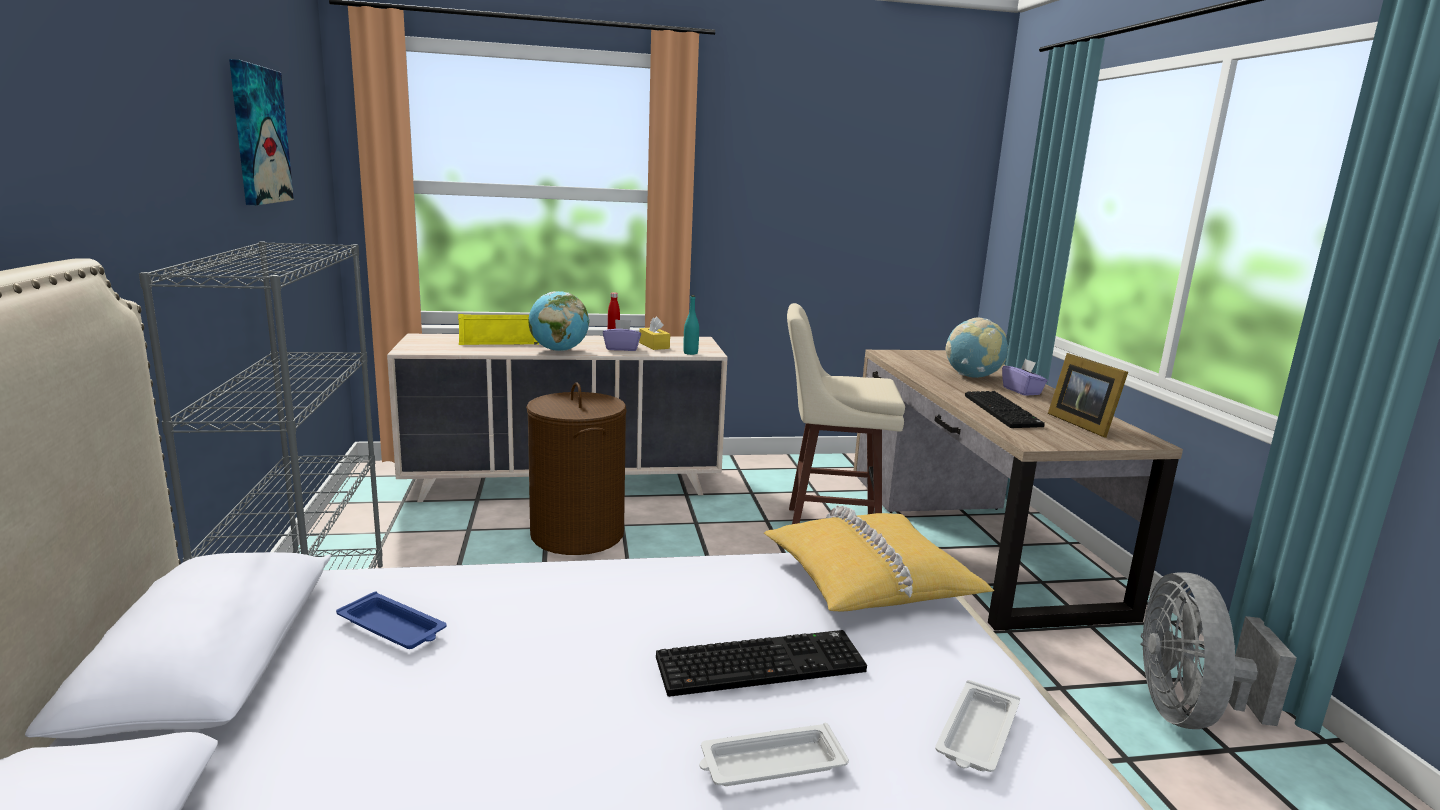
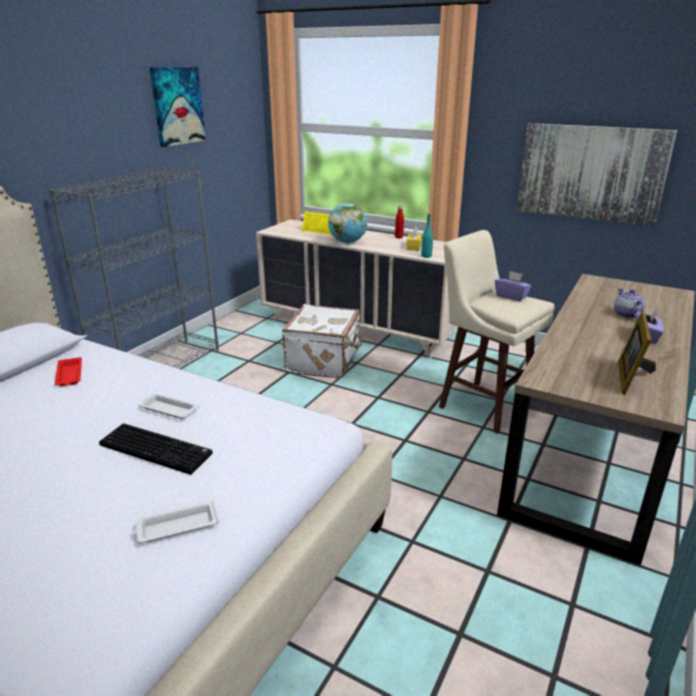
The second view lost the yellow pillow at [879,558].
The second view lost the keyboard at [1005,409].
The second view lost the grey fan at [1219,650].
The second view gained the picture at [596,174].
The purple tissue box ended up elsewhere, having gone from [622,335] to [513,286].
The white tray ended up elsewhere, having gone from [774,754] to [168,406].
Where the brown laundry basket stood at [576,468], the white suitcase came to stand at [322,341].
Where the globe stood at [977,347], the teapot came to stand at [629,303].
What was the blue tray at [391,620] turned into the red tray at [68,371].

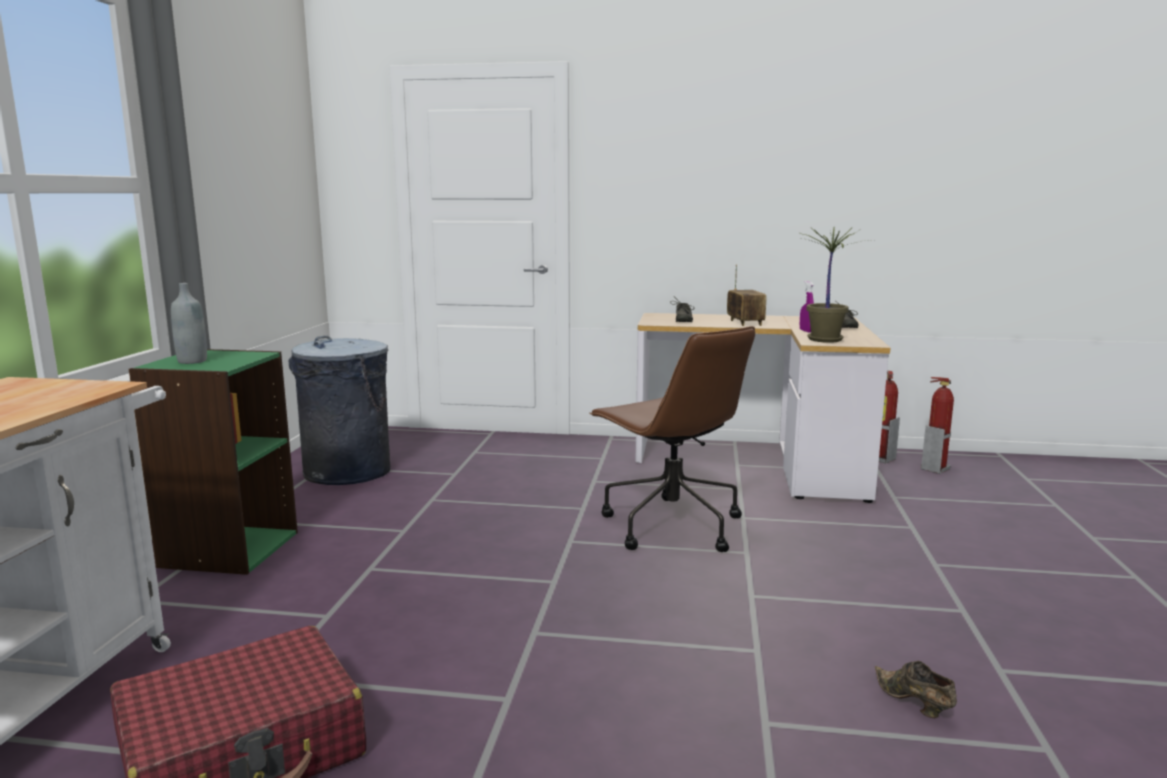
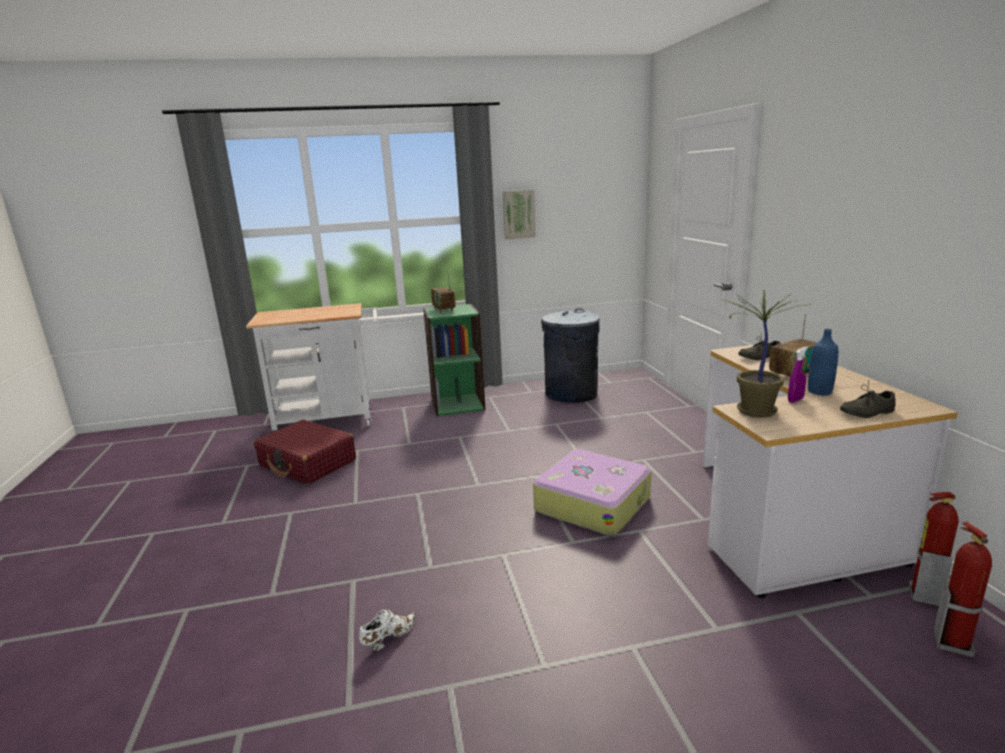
The second view gained the picture at [519,215].
The second view gained the blue bottle at [823,362].
Where the grey bottle stood at [189,323], the radio came to stand at [443,293].
Where the brown office chair stood at [672,439], the suitcase came to stand at [592,492].
What was the brown shoe at [916,689] turned into the white shoe at [387,630].

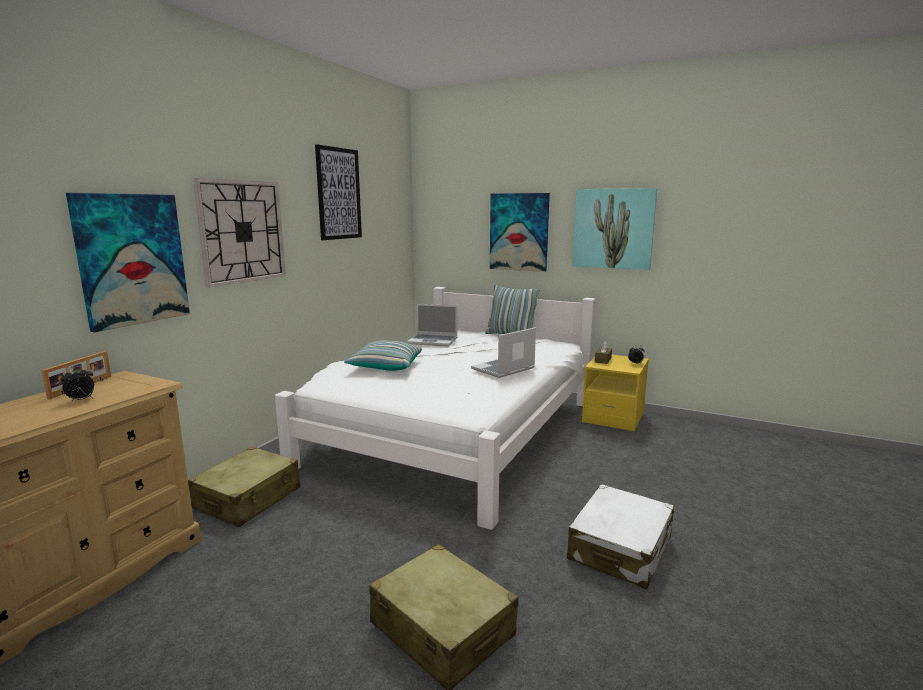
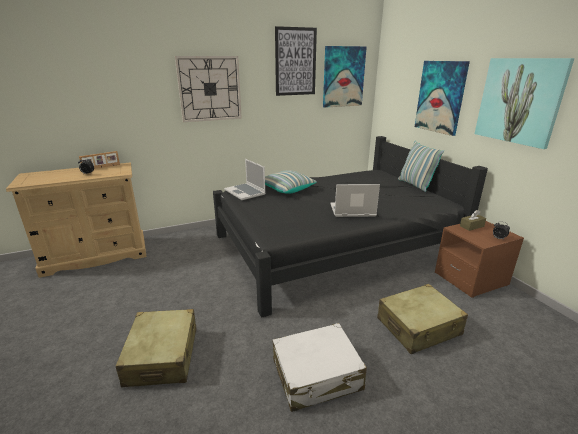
The picture ended up elsewhere, having gone from [128,262] to [345,77].
The beige suitcase ended up elsewhere, having gone from [244,487] to [422,319].
The laptop ended up elsewhere, having gone from [432,325] to [245,179].
What was the white bed at [435,408] turned into the black bed at [350,226].
What was the yellow nightstand at [615,393] turned into the brown nightstand at [479,259].

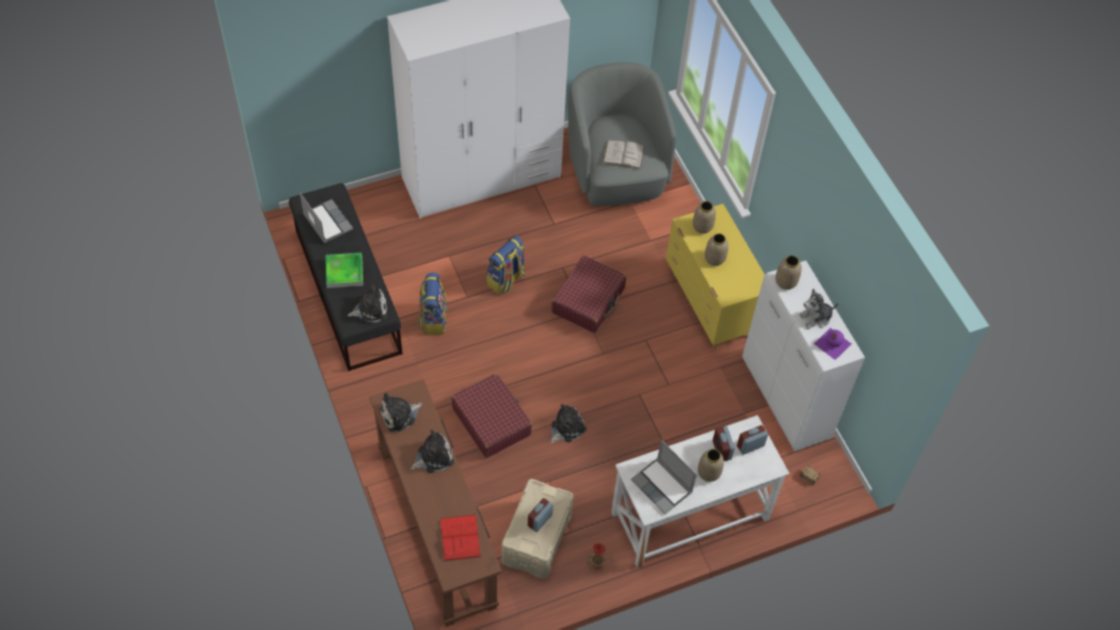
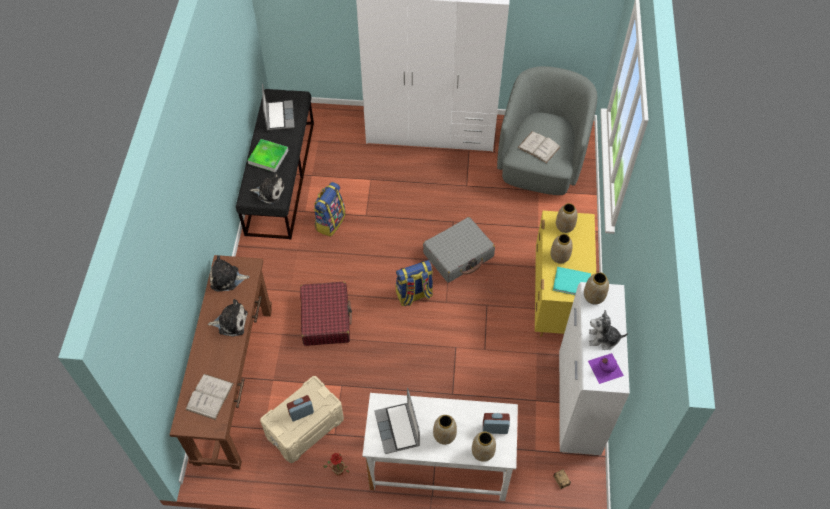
The second view lost the plush toy at [568,423].
The second view lost the alarm clock at [724,443].
The second view gained the vase at [484,446].
The second view gained the turquoise book at [572,281].
The backpack ended up elsewhere, having gone from [506,265] to [414,283].
What was the red book at [460,538] turned into the white book at [209,397].
What was the red suitcase at [589,294] turned into the grey suitcase at [459,250].

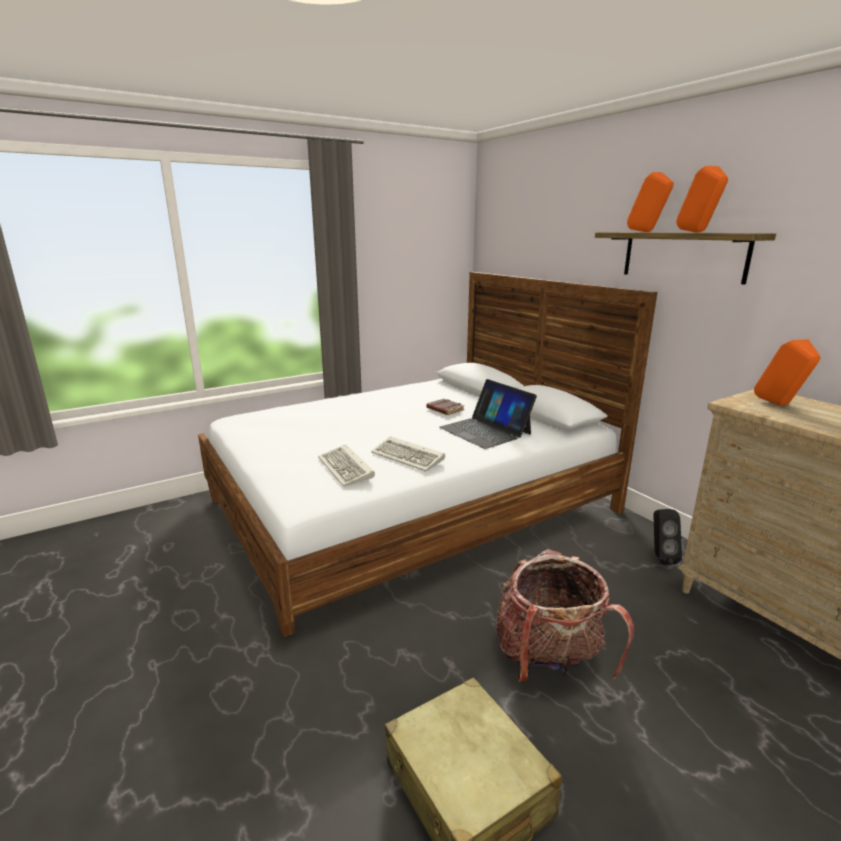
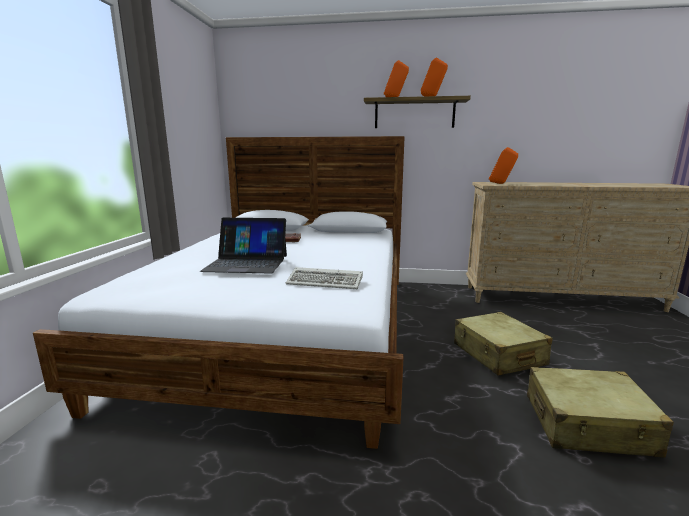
The second view lost the keyboard at [408,454].
The second view lost the black speaker at [668,537].
The laptop ended up elsewhere, having gone from [488,414] to [243,245].
Where the backpack stood at [565,615], the beige suitcase came to stand at [503,343].

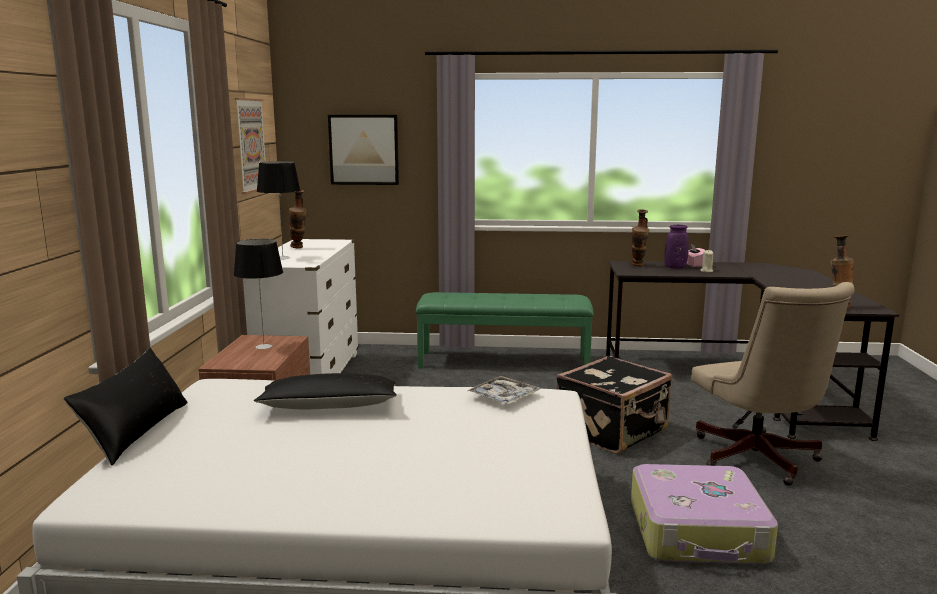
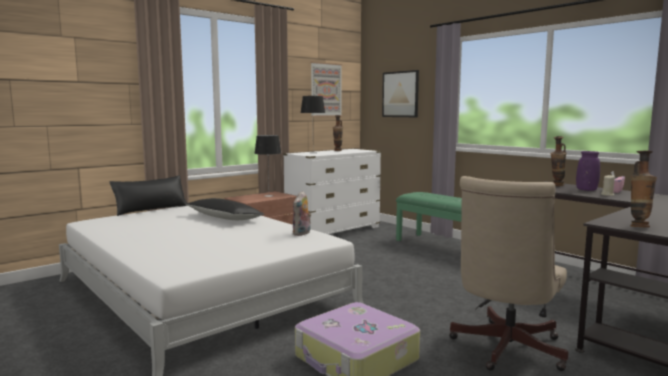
The second view lost the black suitcase at [614,404].
Where the tray stood at [504,390], the plush toy came to stand at [302,213].

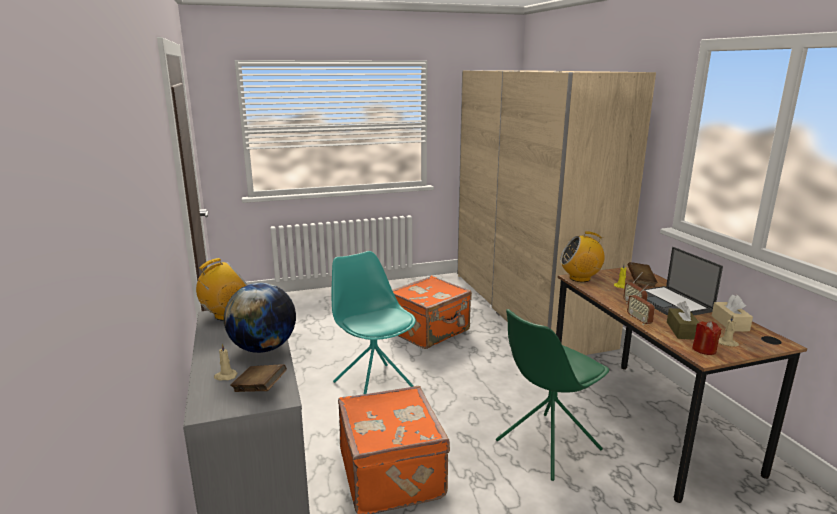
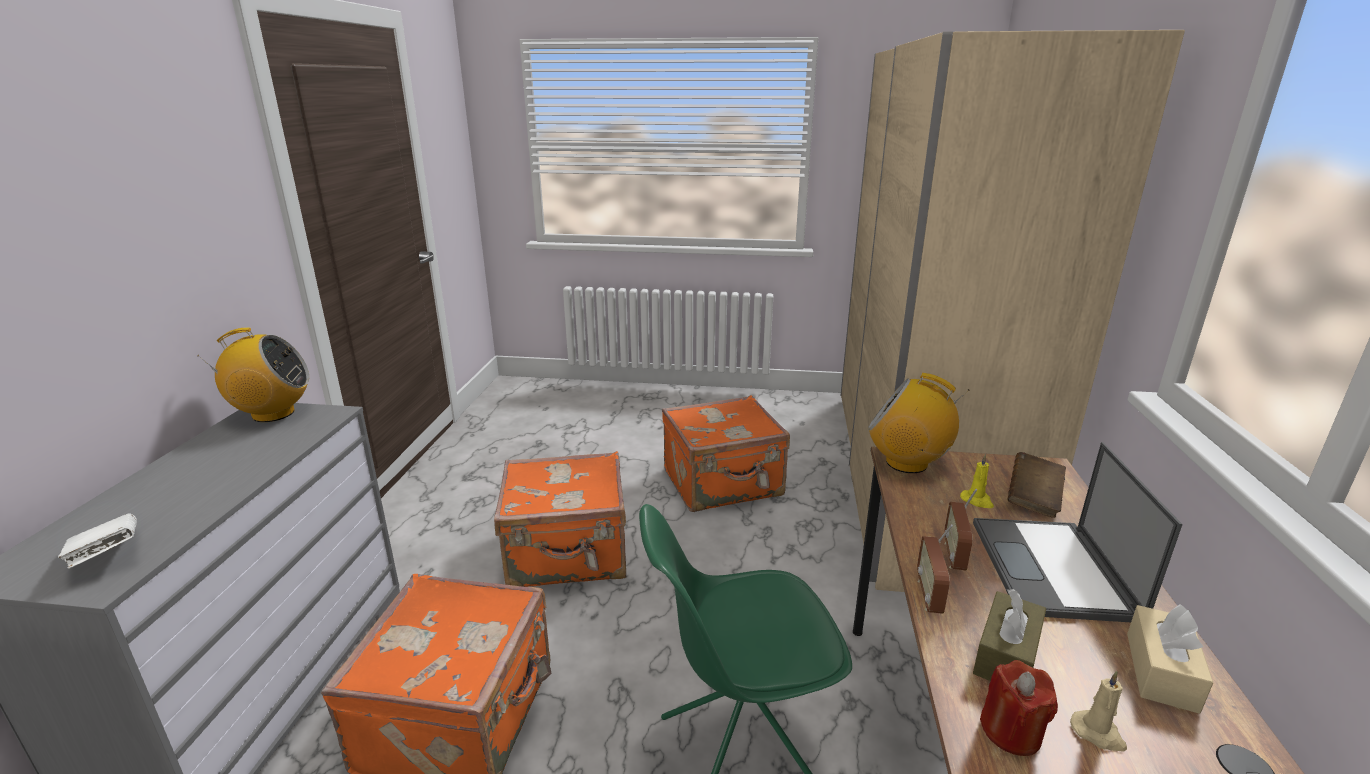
The second view lost the beige candle at [226,361].
The second view lost the globe at [260,318].
Where the turquoise chair stood at [374,322], the orange suitcase came to stand at [560,519].
What was the brown book at [258,378] turned into the white book at [97,541].

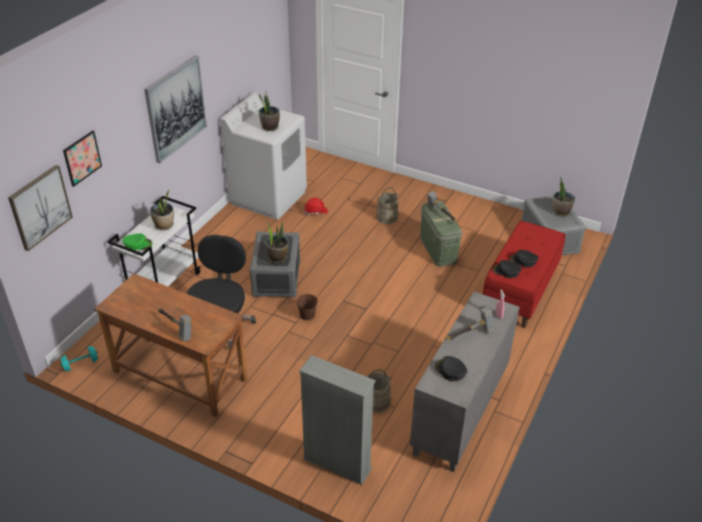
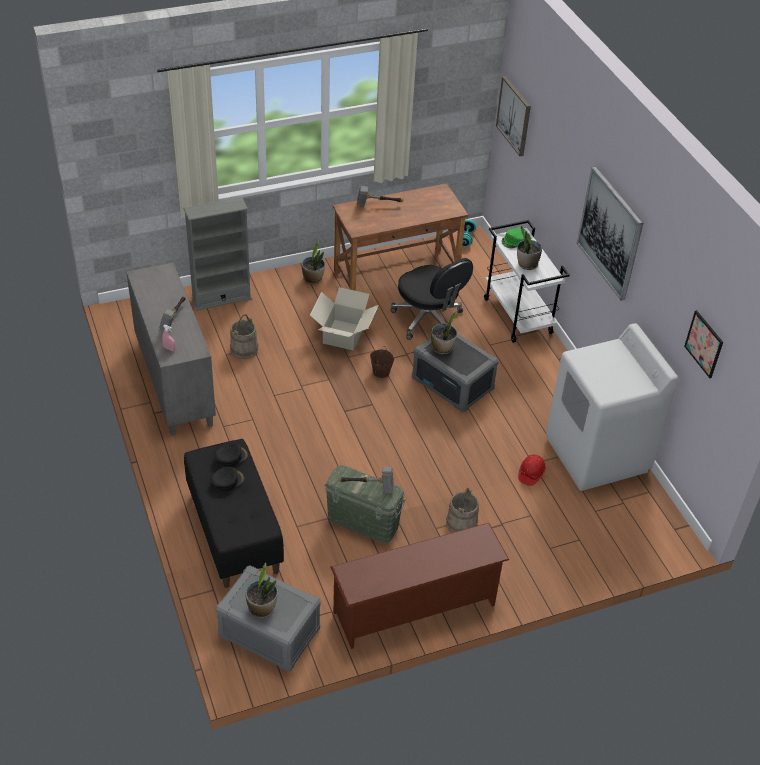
The second view lost the black cap at [451,368].
The second view gained the cardboard box at [344,319].
The second view gained the brown shoe rack at [419,586].
The picture ended up elsewhere, having gone from [82,158] to [703,344].
The potted plant ended up elsewhere, having gone from [269,111] to [313,262].
What was the red bench at [524,274] turned into the black bench at [234,513].

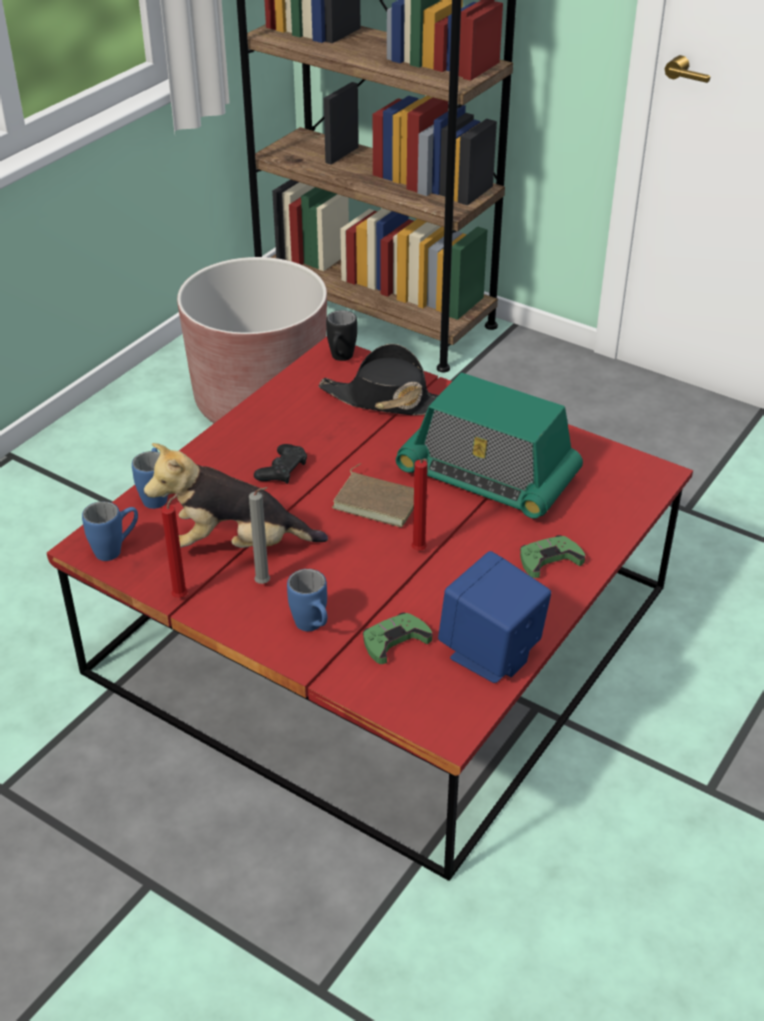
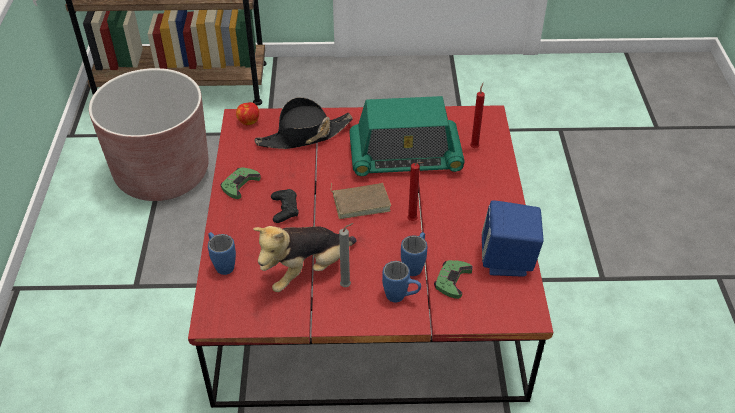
The blue mug ended up elsewhere, having gone from [110,531] to [414,254].
The red candle ended up elsewhere, having gone from [174,545] to [477,115].
The green game controller ended up elsewhere, having gone from [552,556] to [240,183].
Where the black mug stood at [341,335], the apple came to stand at [247,113].

